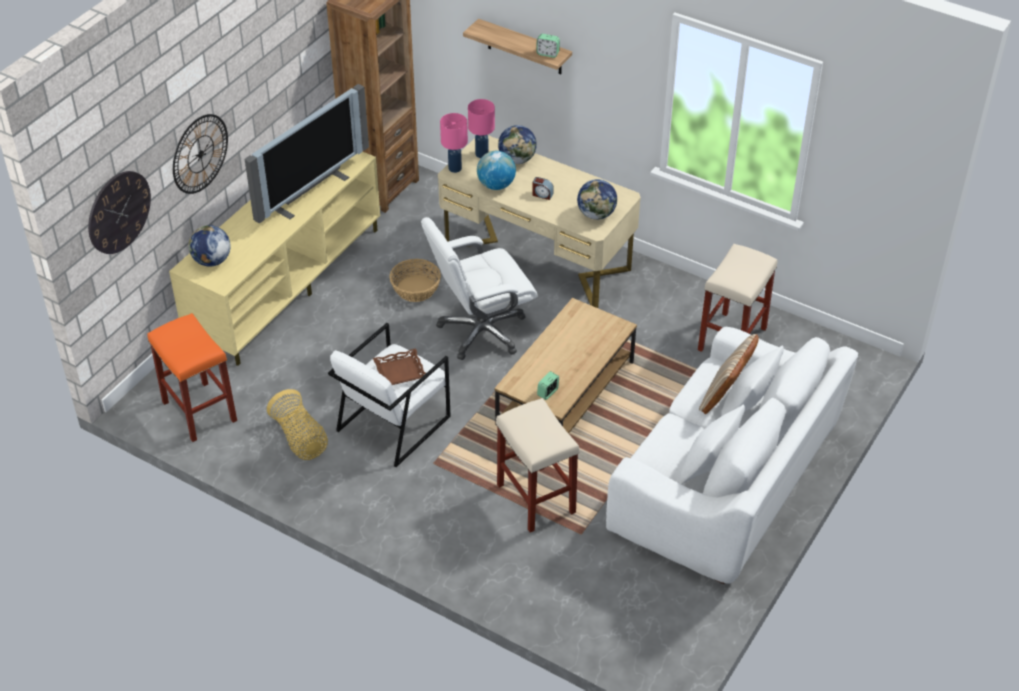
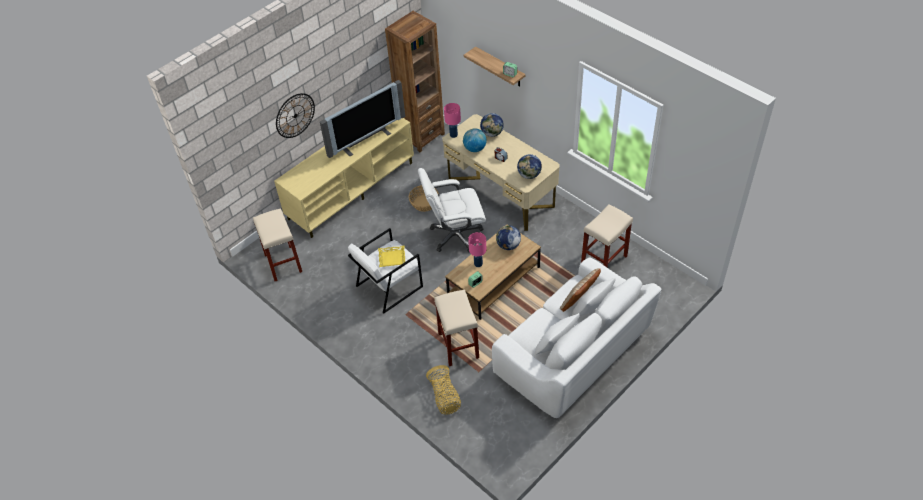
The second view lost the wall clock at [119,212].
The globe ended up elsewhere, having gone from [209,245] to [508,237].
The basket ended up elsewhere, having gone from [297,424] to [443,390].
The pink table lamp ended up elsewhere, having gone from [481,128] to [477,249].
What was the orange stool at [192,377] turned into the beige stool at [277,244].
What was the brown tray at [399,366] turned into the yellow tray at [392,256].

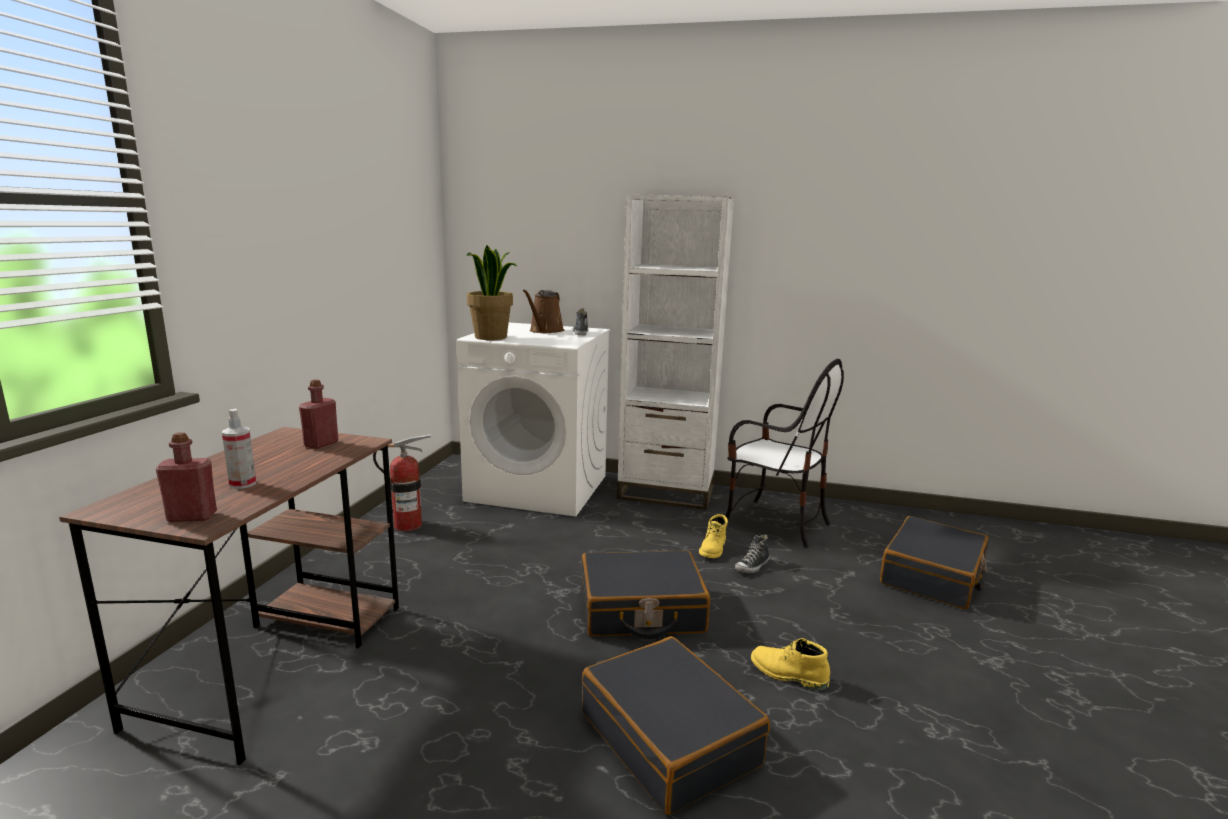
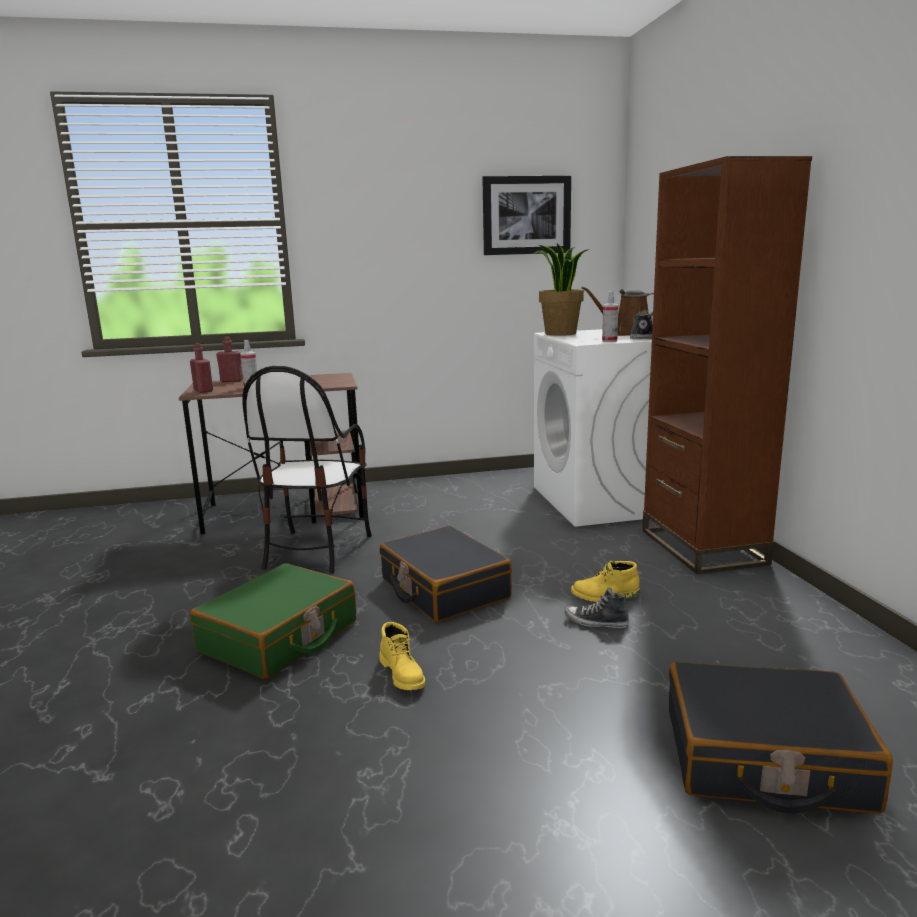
The second view lost the fire extinguisher at [402,482].
The second view gained the picture at [526,215].
The second view gained the spray bottle at [610,316].
The red bottle ended up elsewhere, having gone from [319,414] to [229,359].
The chair ended up elsewhere, having gone from [785,453] to [307,469].
What was the black suitcase at [676,725] turned into the green suitcase at [273,621].
What was the white bookcase at [675,352] turned into the brown bookcase at [727,365].
The yellow boot at [790,664] ended up facing another way, 150 degrees clockwise from before.

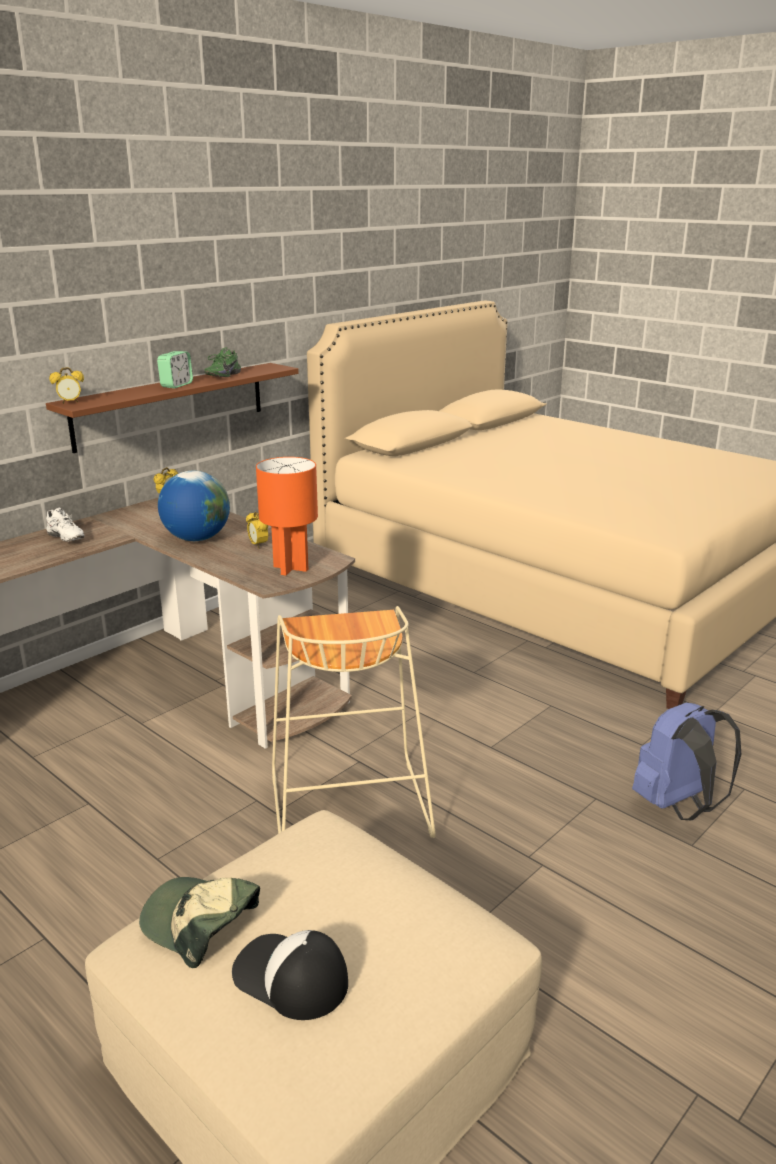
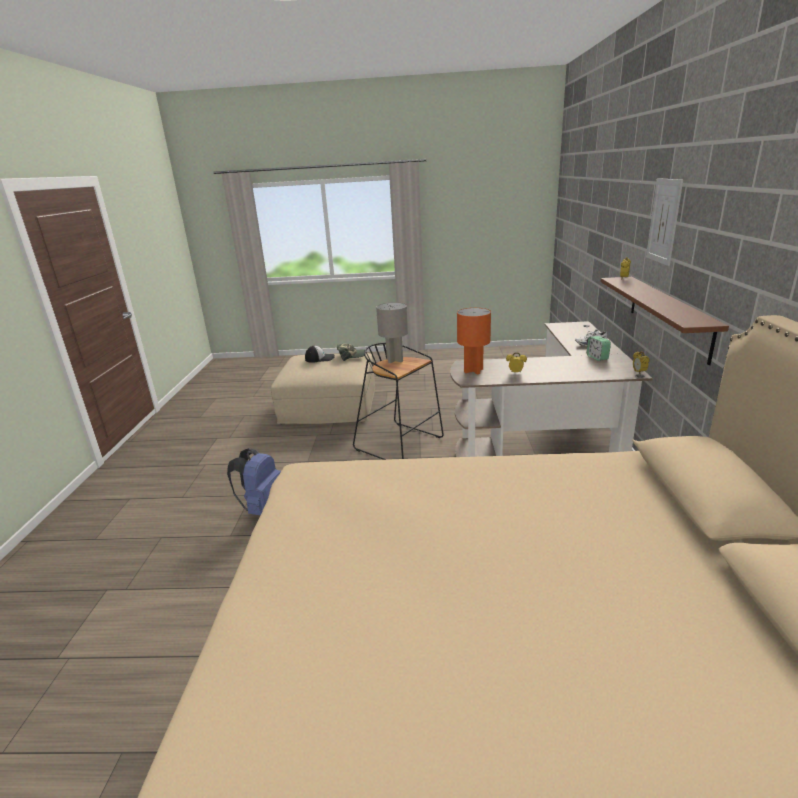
The second view lost the globe at [194,506].
The second view lost the green shoe at [222,362].
The second view gained the grey table lamp at [392,333].
The second view gained the picture at [664,222].
The alarm clock ended up elsewhere, having gone from [175,369] to [599,348].
What was the beige stool at [354,722] turned into the black stool at [398,401].

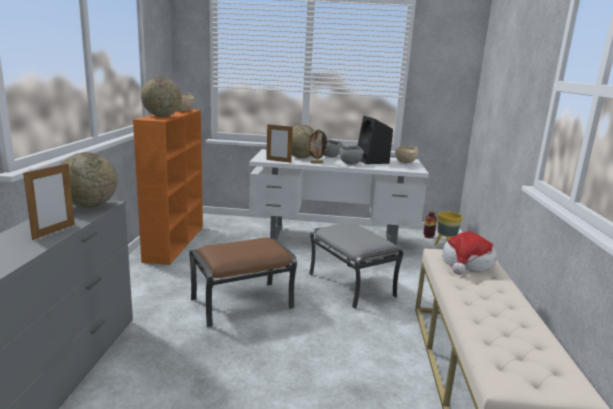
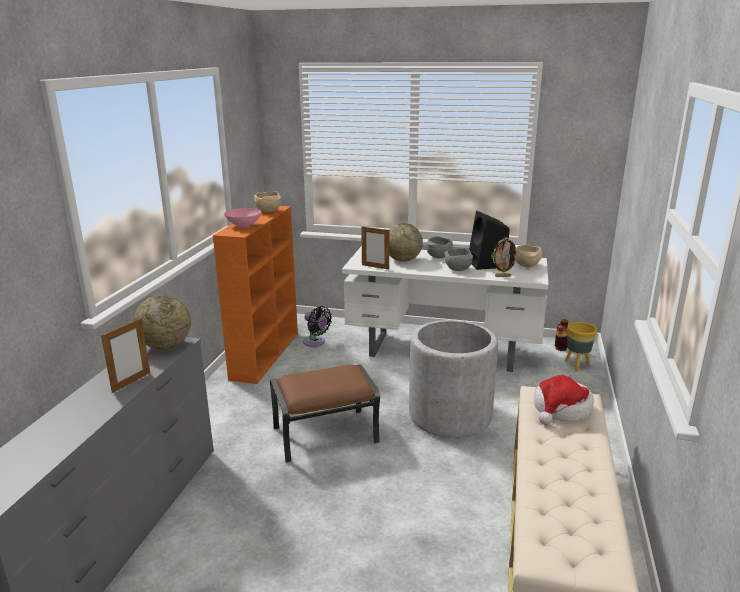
The second view gained the black fan at [317,326].
The picture frame ended up elsewhere, having gone from [318,146] to [505,257].
Where the globe stood at [161,97], the pink bowl came to stand at [243,217].
Where the grey ottoman stood at [356,266], the grey planter came to stand at [453,379].

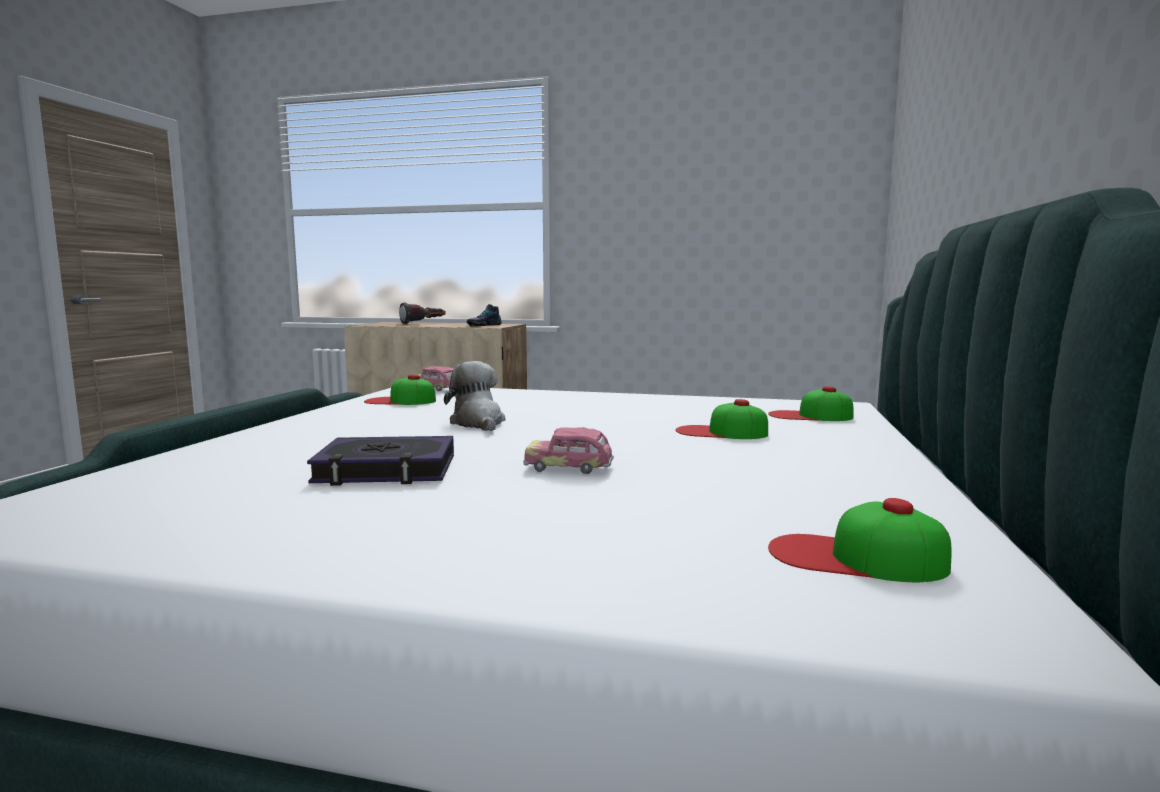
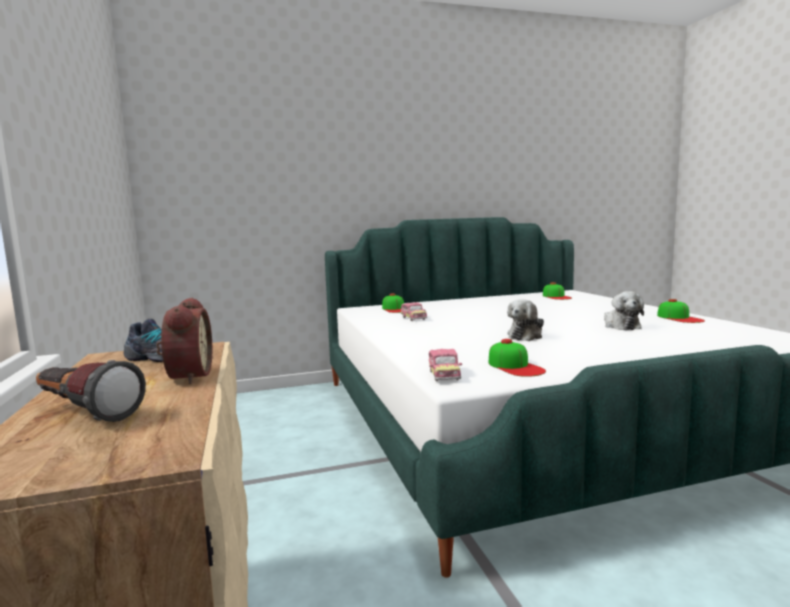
The second view gained the alarm clock at [184,341].
The toy car ended up elsewhere, having gone from [568,450] to [414,311].
The cap ended up elsewhere, having gone from [722,419] to [681,311].
Where the book stood at [380,461], the plush toy came to stand at [624,310].

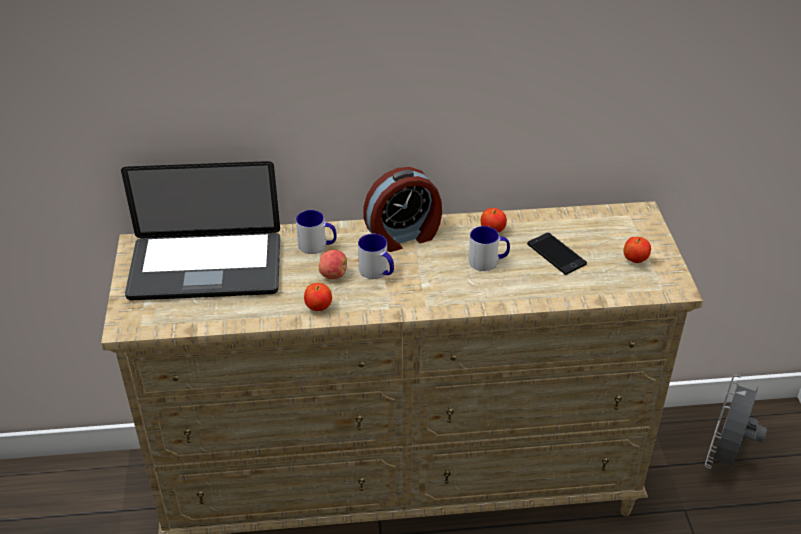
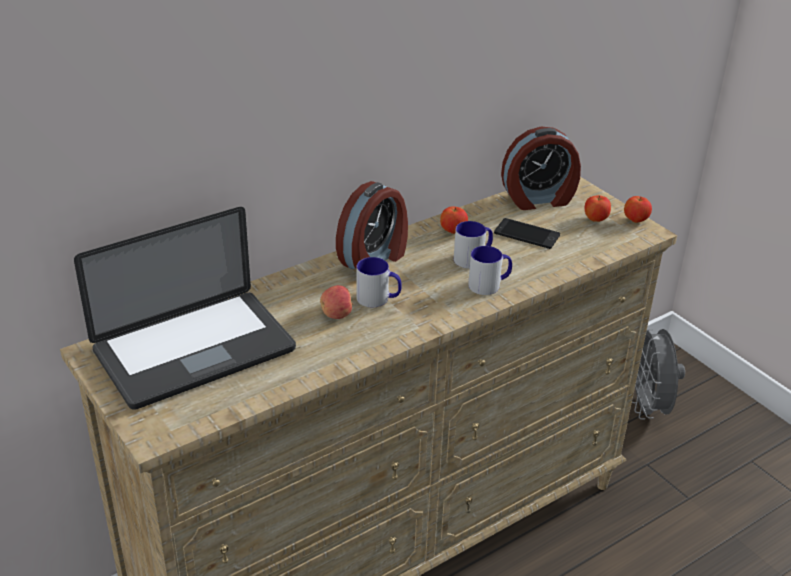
The second view gained the alarm clock at [541,168].
The mug ended up elsewhere, having gone from [316,232] to [490,270].
The apple ended up elsewhere, having gone from [318,297] to [638,209].

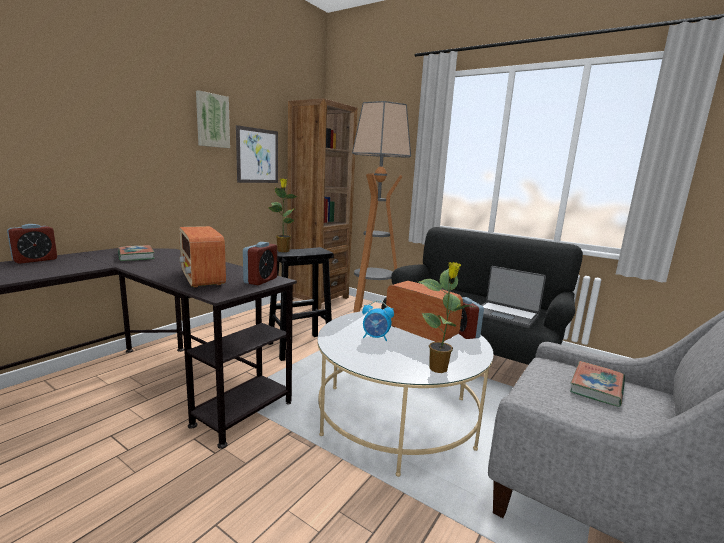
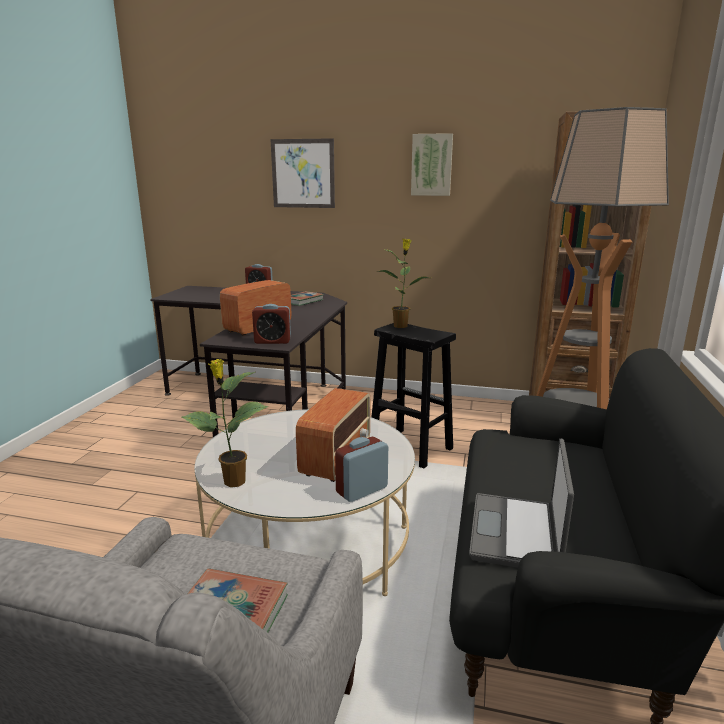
The second view lost the alarm clock at [378,320].
The picture ended up elsewhere, having gone from [257,154] to [303,173].

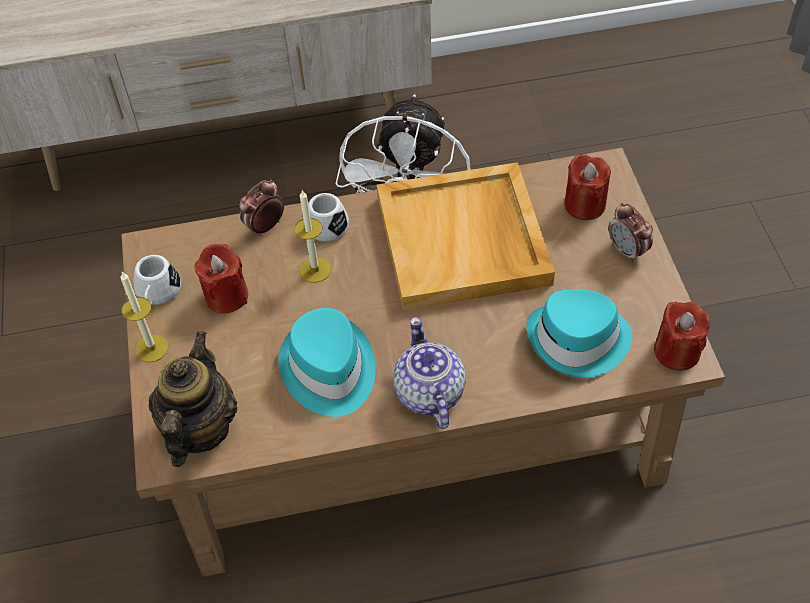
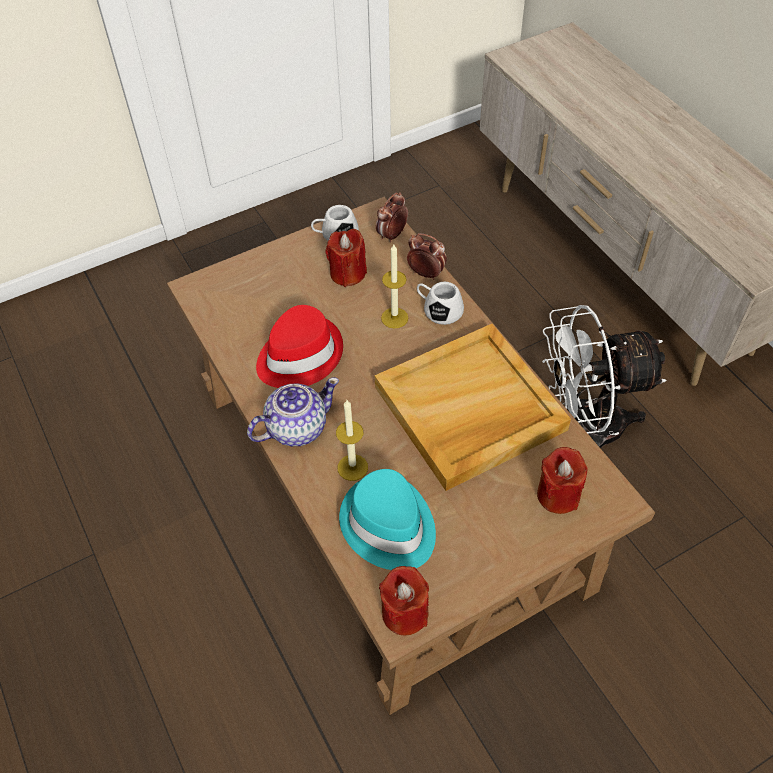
The second view lost the teapot at [192,399].
The candle ended up elsewhere, having gone from [144,317] to [352,440].
The alarm clock ended up elsewhere, having gone from [631,233] to [392,217].
What was the turquoise hat at [327,362] turned into the red hat at [299,346].

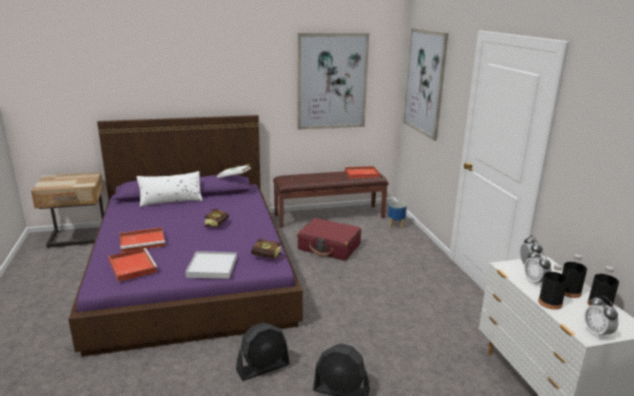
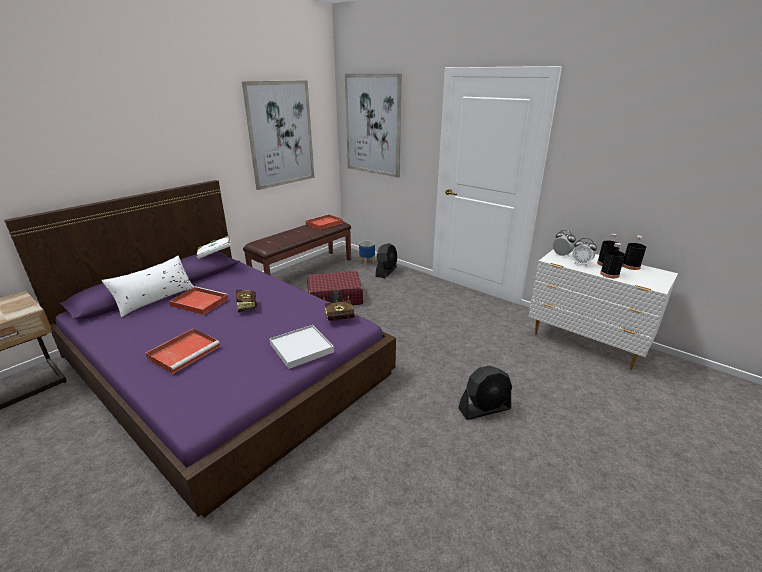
The second view lost the alarm clock at [601,317].
The red tray ended up elsewhere, having gone from [133,265] to [199,300].
The black fan ended up elsewhere, having gone from [263,352] to [386,260].

